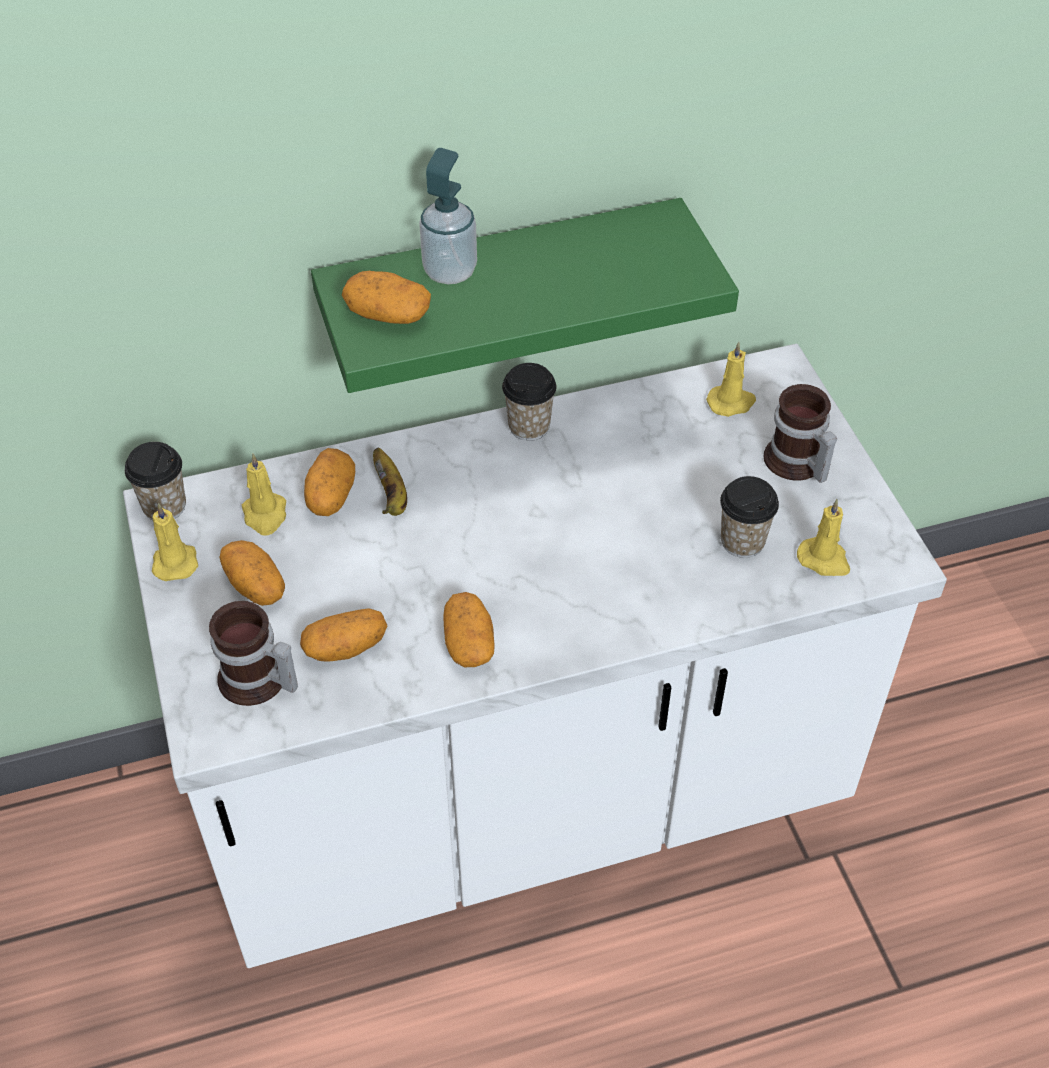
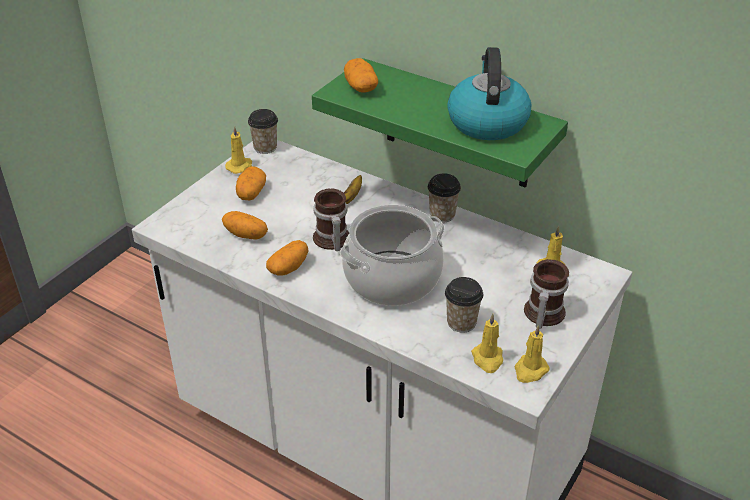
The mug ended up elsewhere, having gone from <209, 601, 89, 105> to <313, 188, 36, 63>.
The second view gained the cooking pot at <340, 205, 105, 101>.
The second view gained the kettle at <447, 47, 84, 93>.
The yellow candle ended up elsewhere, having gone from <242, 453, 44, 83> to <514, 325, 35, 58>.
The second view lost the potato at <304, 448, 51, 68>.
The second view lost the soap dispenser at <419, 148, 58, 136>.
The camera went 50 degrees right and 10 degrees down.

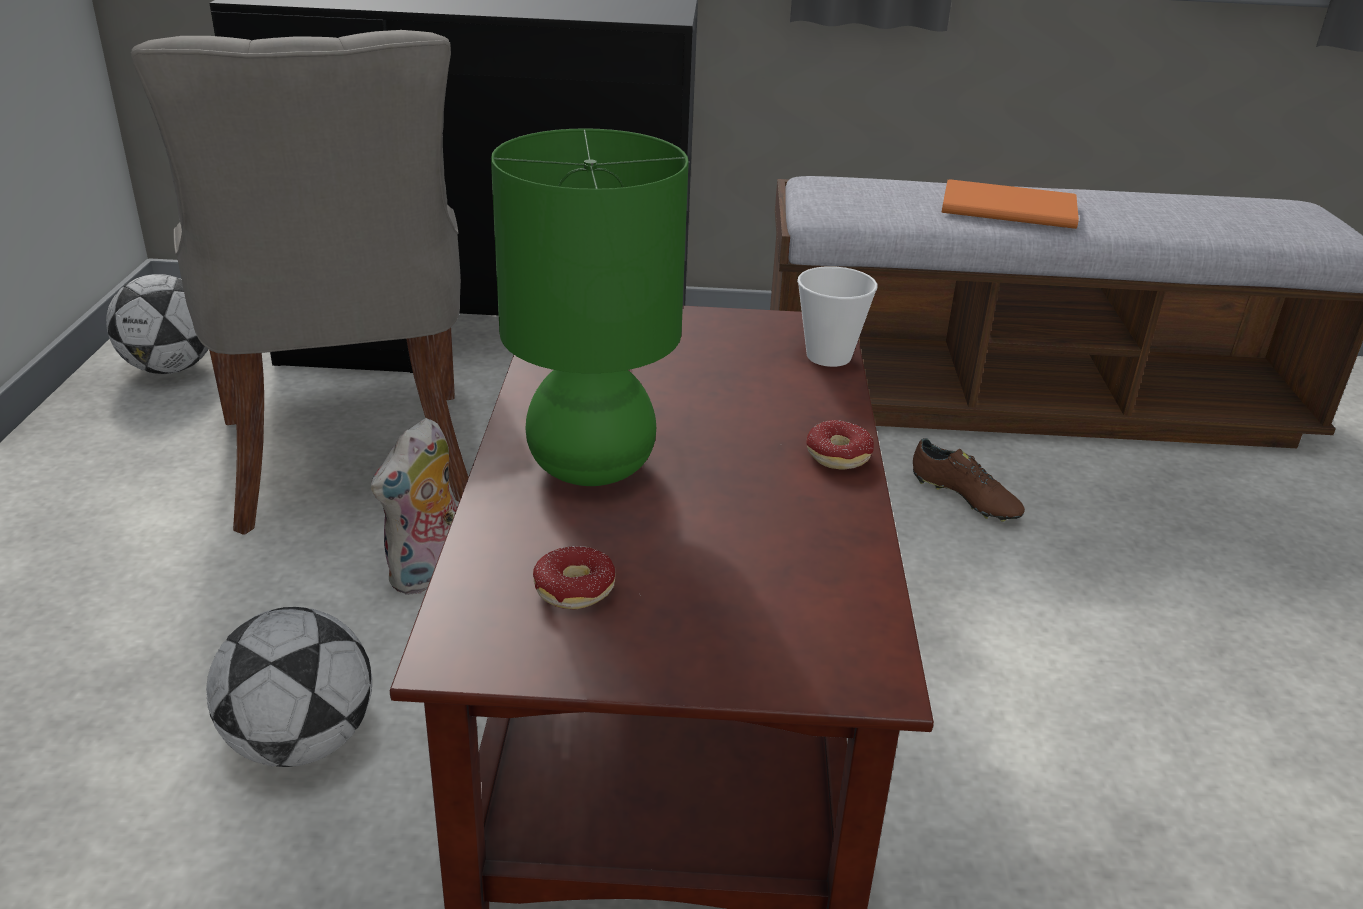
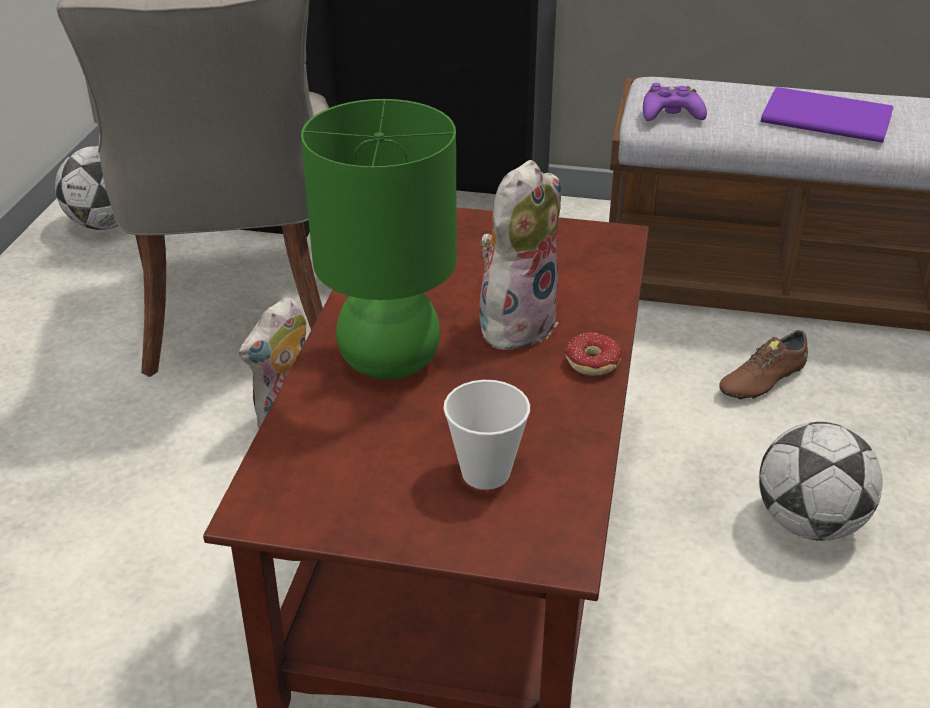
The cup ended up elsewhere, having gone from <797, 266, 81, 101> to <443, 380, 87, 110>.
The second view gained the plush toy at <479, 160, 82, 190>.
The second view gained the purple game controller at <643, 83, 64, 38>.
The brown shoe at <913, 438, 112, 84> ended up facing another way, 90 degrees clockwise from before.
The football ended up elsewhere, having gone from <206, 607, 166, 160> to <759, 422, 124, 119>.
What was the orange book at <941, 179, 138, 50> turned into the purple book at <761, 87, 133, 56>.
The second view lost the donut at <533, 546, 82, 63>.
The camera went 10 degrees right and 5 degrees up.

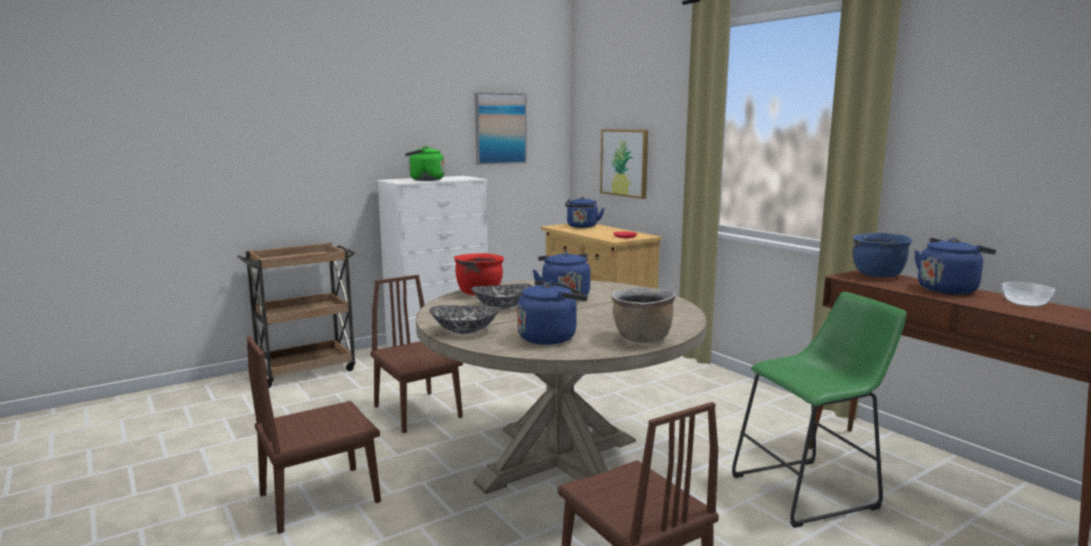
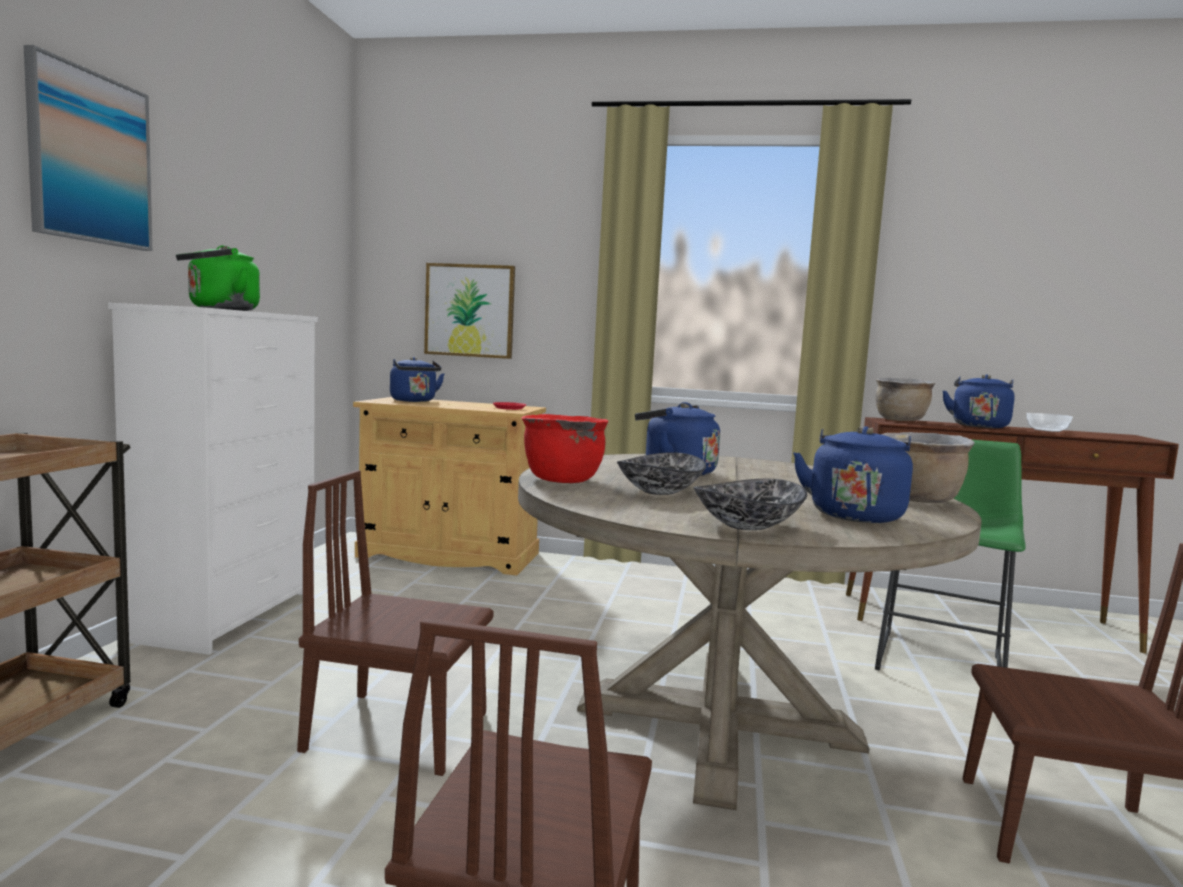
The picture ended up elsewhere, having gone from <475, 92, 52, 73> to <24, 45, 128, 206>.
What was the blue cooking pot at <853, 233, 60, 44> turned into the brown cooking pot at <875, 378, 60, 43>.
The camera went 45 degrees left and 5 degrees down.

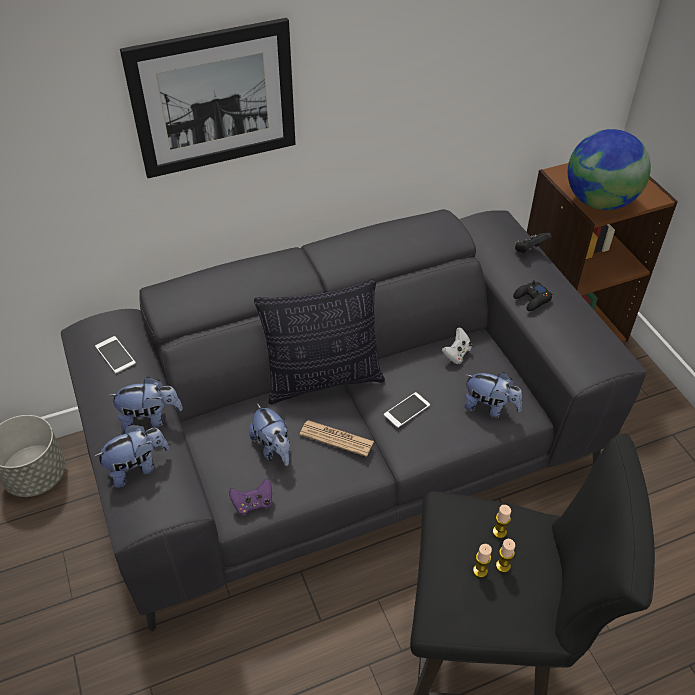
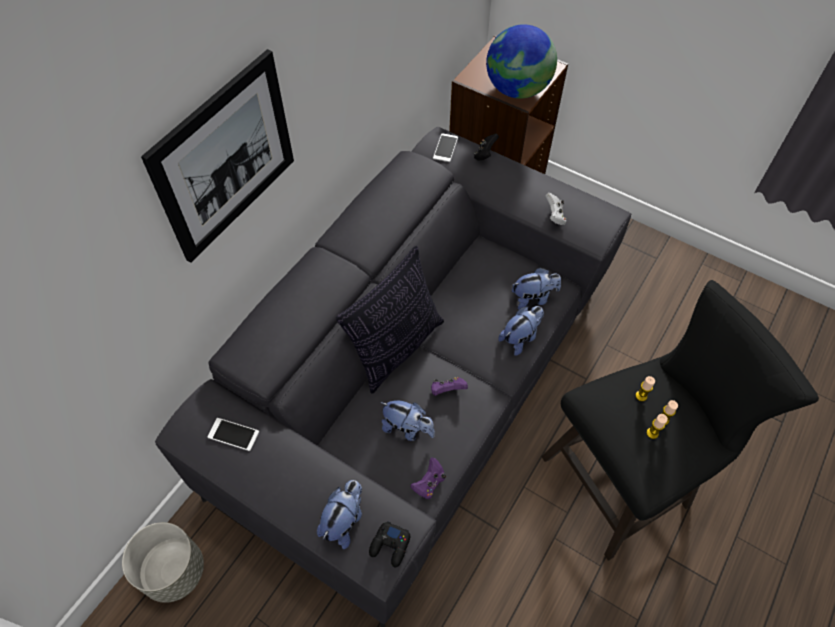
The black game controller ended up elsewhere, having gone from <513, 280, 40, 31> to <369, 521, 41, 46>.
Where the newspaper stood at <300, 420, 74, 37>, the purple game controller came to stand at <431, 377, 37, 19>.
The phone ended up elsewhere, having gone from <384, 392, 46, 36> to <433, 133, 25, 29>.
The plush toy ended up elsewhere, having gone from <108, 377, 75, 54> to <498, 306, 46, 50>.
The white game controller ended up elsewhere, having gone from <442, 327, 31, 37> to <545, 193, 21, 32>.
The camera went 35 degrees left and 10 degrees up.

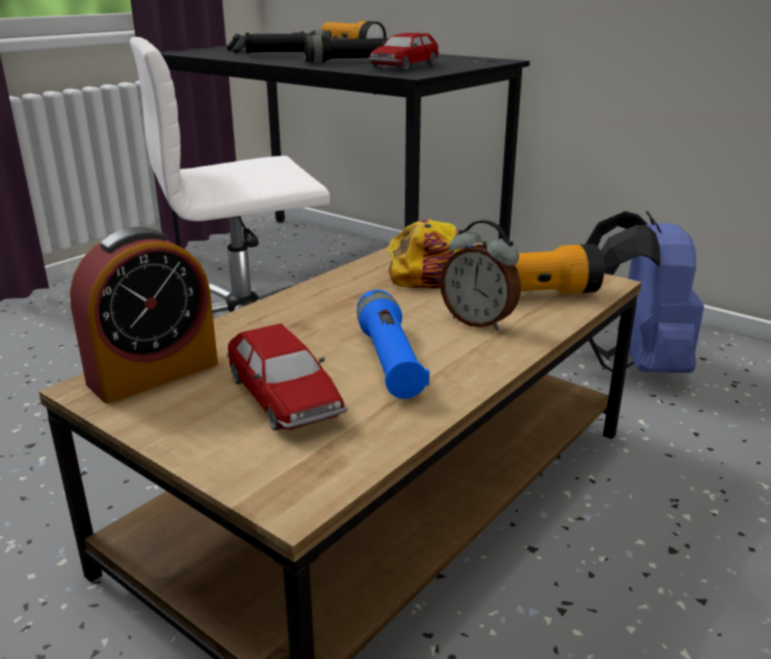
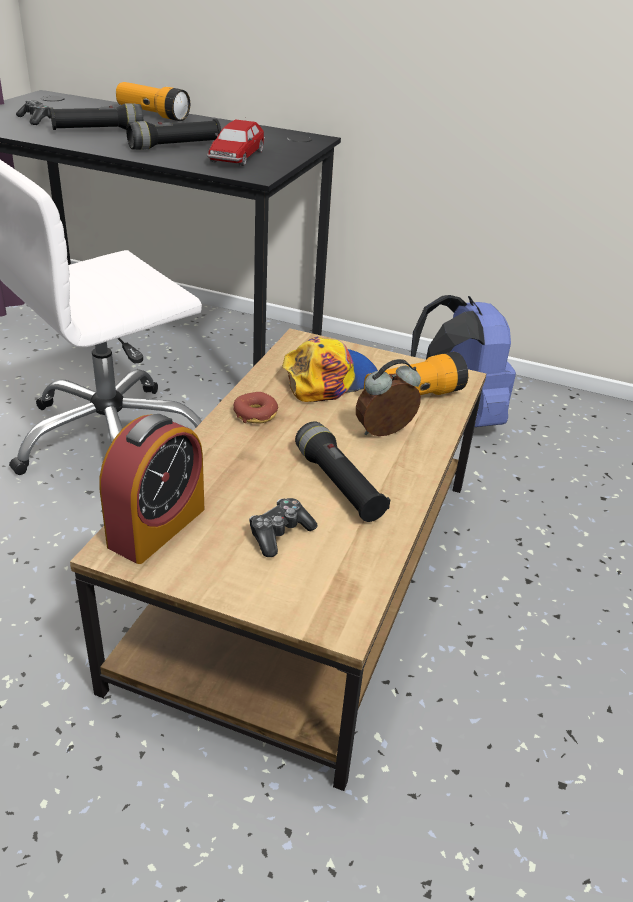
The second view gained the donut at <233, 392, 45, 31>.
Where the toy car stood at <226, 321, 122, 110>, the game controller came to stand at <249, 498, 68, 59>.
What was the blue flashlight at <357, 290, 73, 109> turned into the black flashlight at <295, 421, 96, 101>.
The alarm clock at <440, 220, 81, 111> ended up facing another way, 135 degrees clockwise from before.
The camera went 20 degrees left and 10 degrees up.

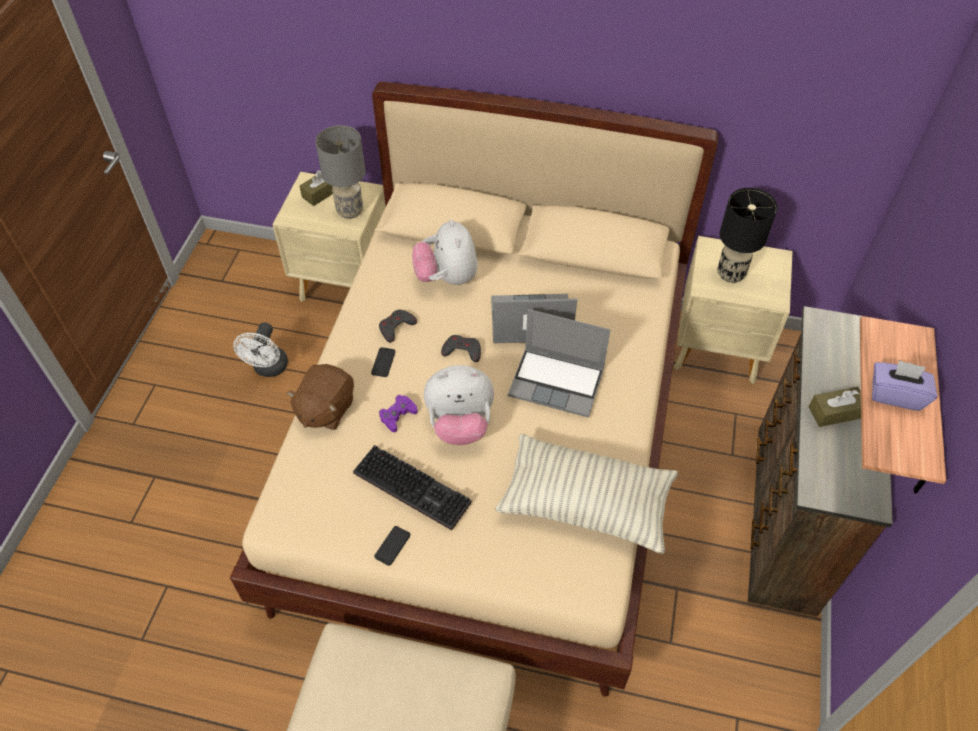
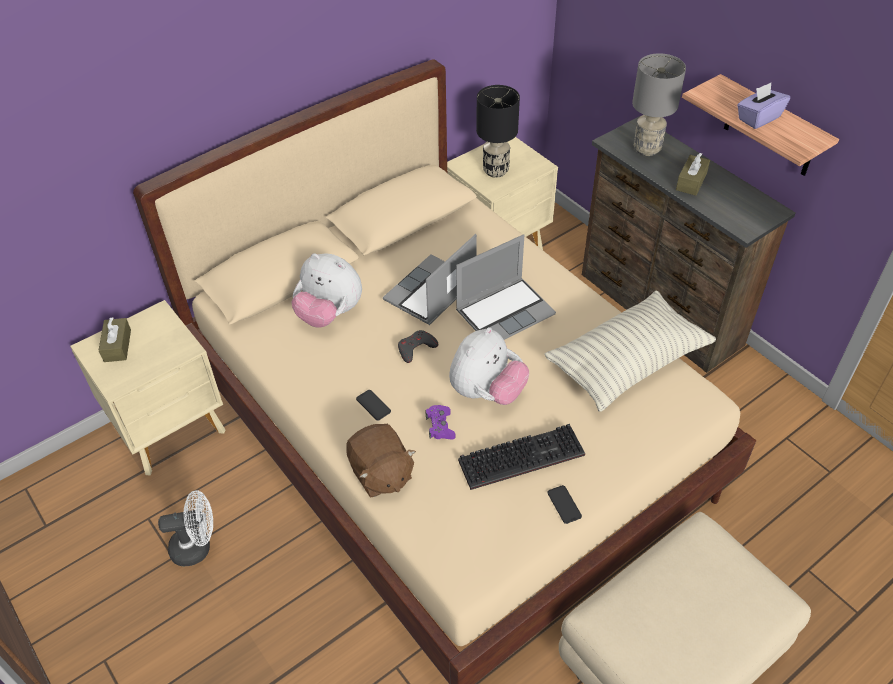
The white fan at <233, 322, 55, 55> ended up facing another way, 60 degrees counterclockwise from before.
The grey table lamp ended up elsewhere, having gone from <315, 125, 50, 94> to <632, 53, 54, 103>.
The second view lost the grey game controller at <379, 310, 38, 33>.
The camera went 50 degrees left and 5 degrees down.

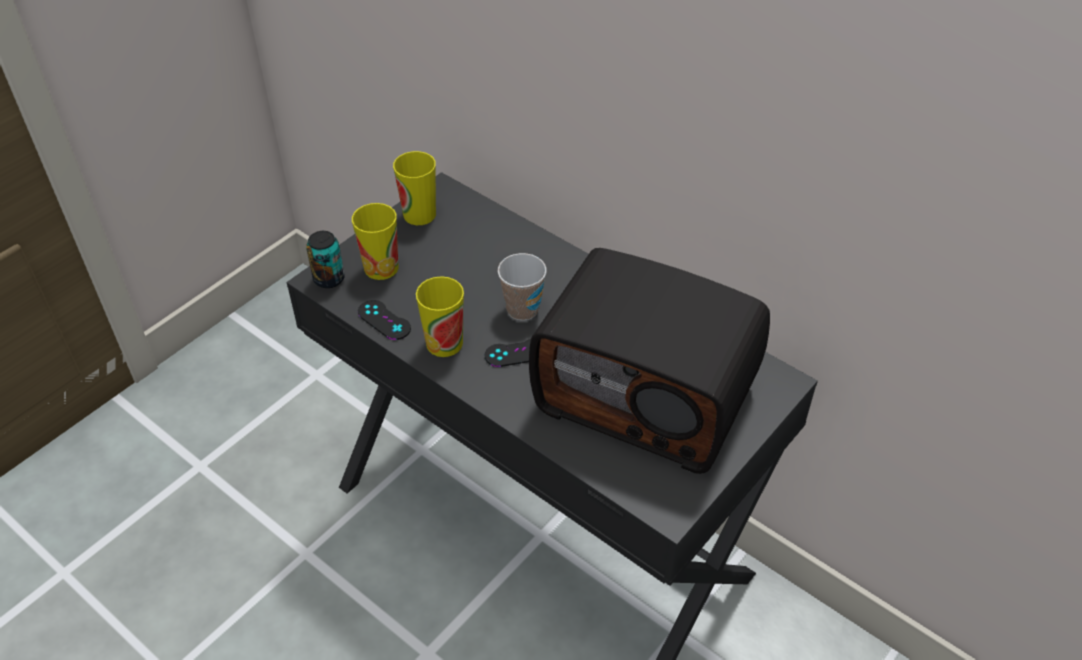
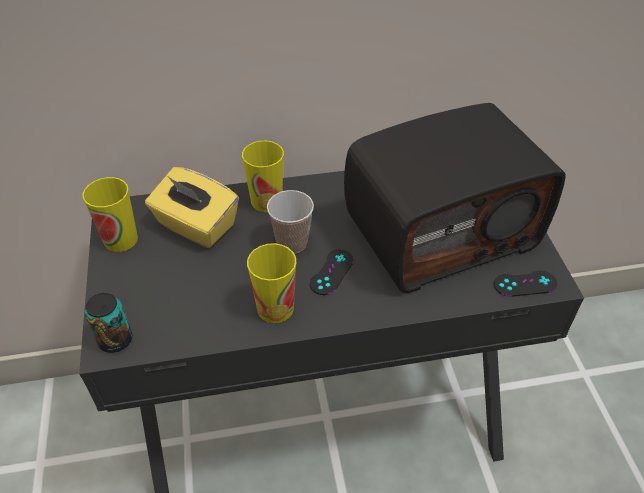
The second view gained the yellow tissue box at <145, 167, 94, 81>.
The cup ended up elsewhere, having gone from <352, 203, 47, 77> to <242, 141, 42, 71>.
The black game controller ended up elsewhere, having gone from <358, 300, 53, 40> to <494, 271, 63, 26>.
The camera went 50 degrees left and 0 degrees up.

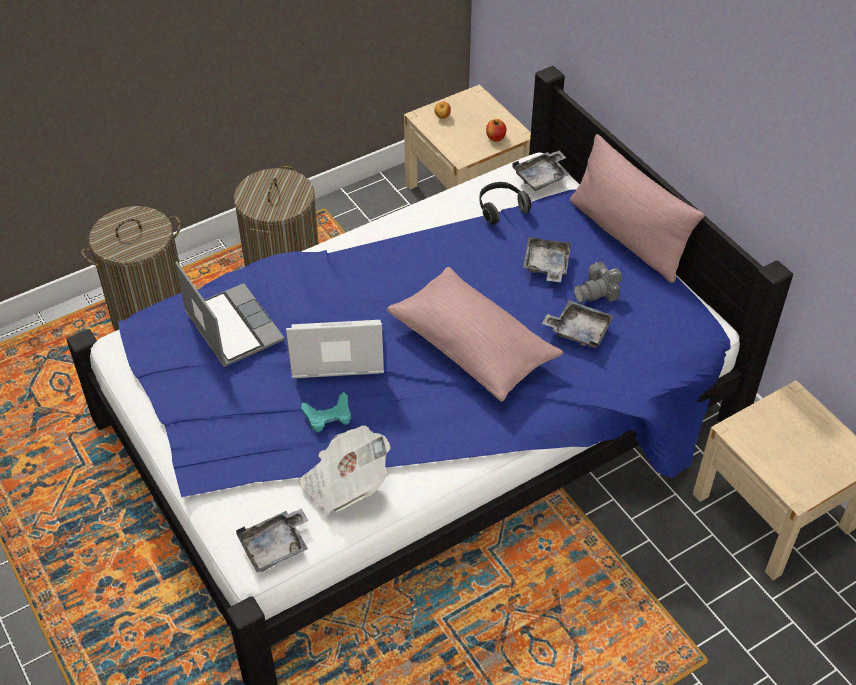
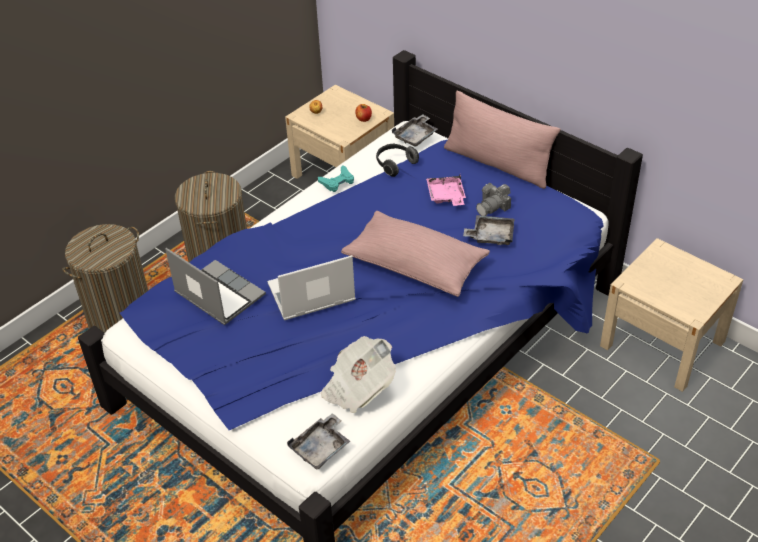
The turquoise game controller ended up elsewhere, having gone from <301, 392, 50, 40> to <318, 165, 36, 27>.
What was the grey tray at <523, 237, 48, 45> turned into the pink tray at <426, 175, 40, 31>.
The camera went 15 degrees left and 5 degrees down.

